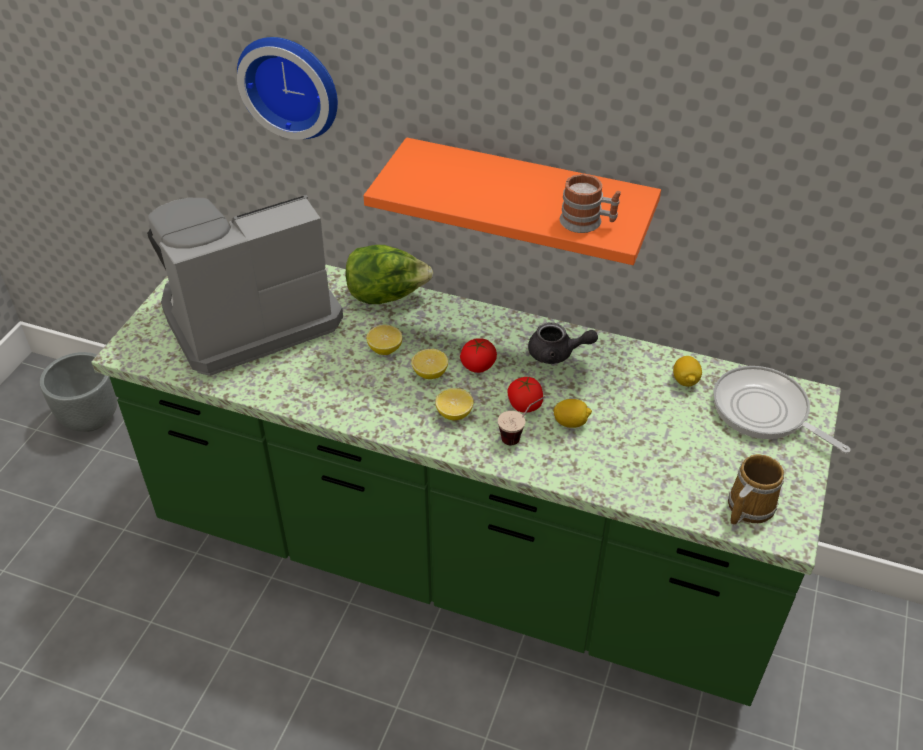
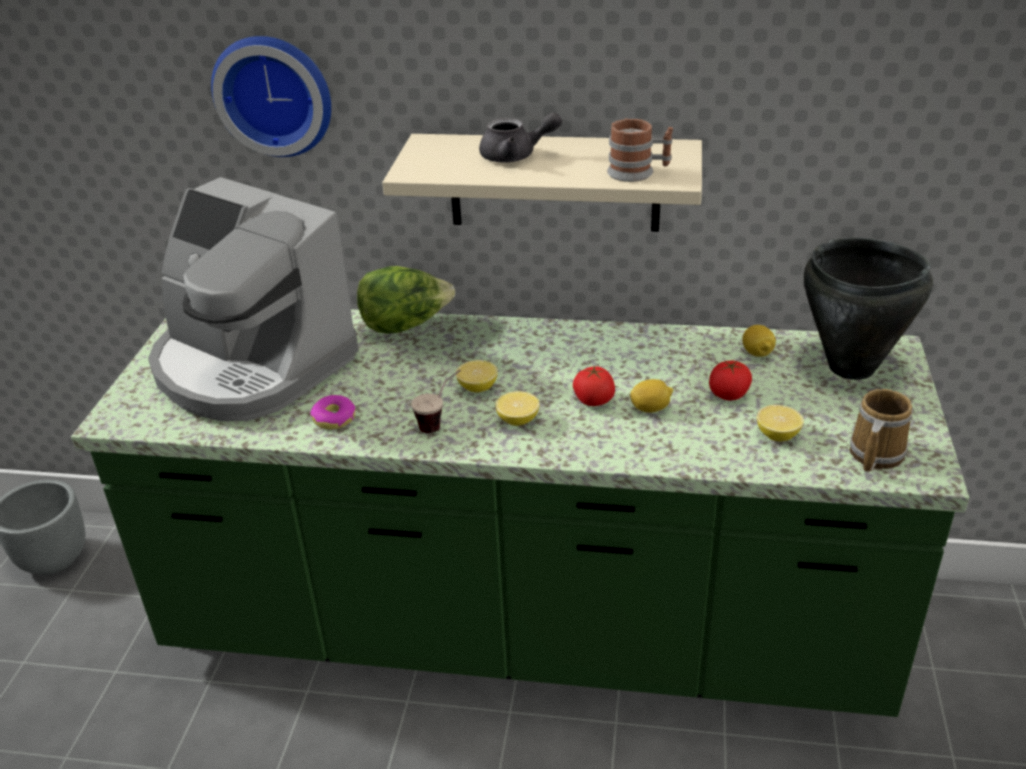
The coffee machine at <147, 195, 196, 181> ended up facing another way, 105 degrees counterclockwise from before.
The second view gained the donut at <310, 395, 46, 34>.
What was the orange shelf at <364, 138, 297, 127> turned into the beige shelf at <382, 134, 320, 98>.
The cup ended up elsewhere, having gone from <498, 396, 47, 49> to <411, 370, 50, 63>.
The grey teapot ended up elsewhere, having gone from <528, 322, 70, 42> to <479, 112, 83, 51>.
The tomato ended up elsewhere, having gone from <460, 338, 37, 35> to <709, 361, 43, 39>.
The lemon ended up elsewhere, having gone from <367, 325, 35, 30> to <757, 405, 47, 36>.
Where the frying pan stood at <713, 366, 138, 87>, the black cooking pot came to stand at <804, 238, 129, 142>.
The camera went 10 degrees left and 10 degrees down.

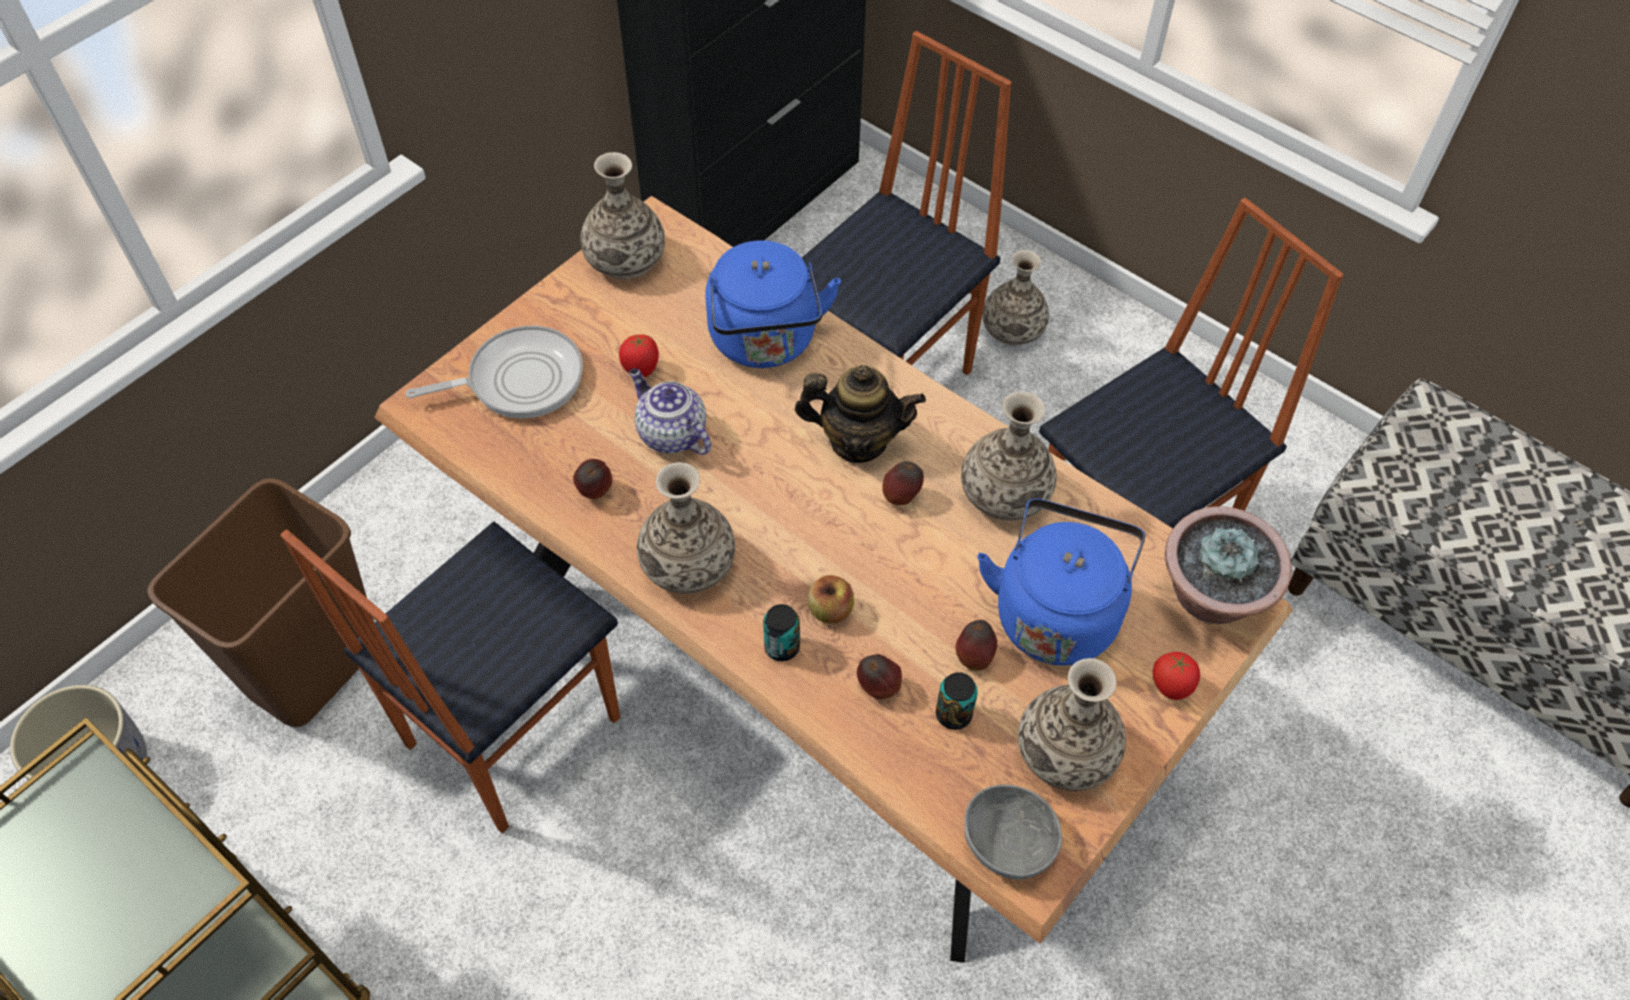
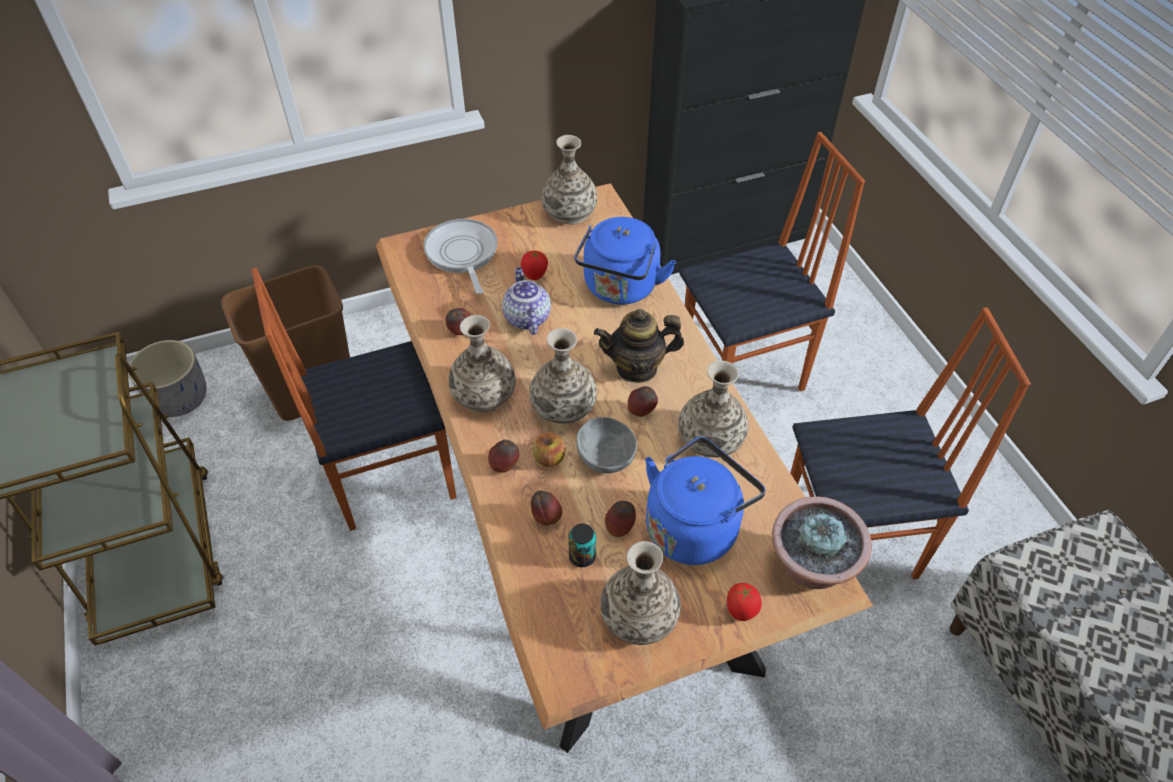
The frying pan at <406, 326, 177, 92> ended up facing another way, 120 degrees counterclockwise from before.
Where the can stood at <763, 604, 37, 57>, the apple came to stand at <488, 440, 31, 33>.
The vase ended up elsewhere, having gone from <982, 250, 67, 96> to <529, 328, 68, 96>.
The grey bowl ended up elsewhere, having gone from <964, 785, 98, 95> to <576, 417, 61, 57>.
The teapot at <795, 365, 131, 98> ended up facing another way, 135 degrees clockwise from before.
The camera went 30 degrees right and 5 degrees down.

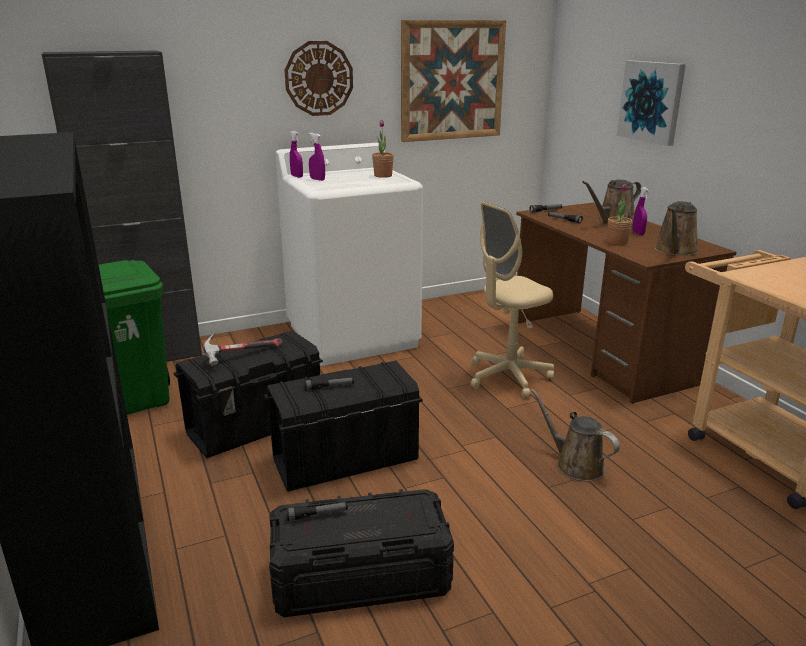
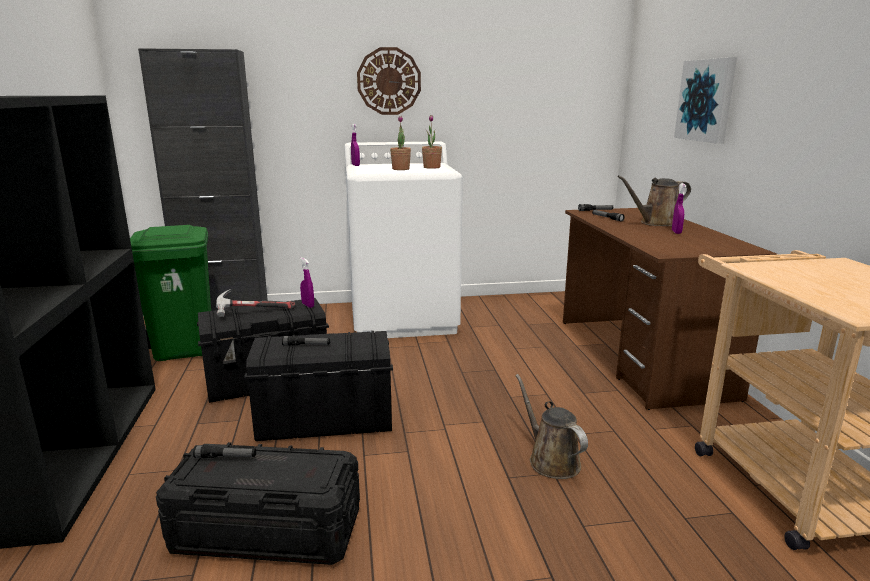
The purple spray bottle ended up elsewhere, having gone from <309, 133, 16, 48> to <300, 257, 14, 51>.
The potted plant ended up elsewhere, having gone from <607, 184, 25, 61> to <390, 116, 21, 54>.
The second view lost the picture at <401, 20, 105, 122>.
The second view lost the beige office chair at <470, 201, 84, 197>.
The second view lost the brown watering can at <654, 201, 45, 55>.
The camera went 15 degrees right and 5 degrees down.

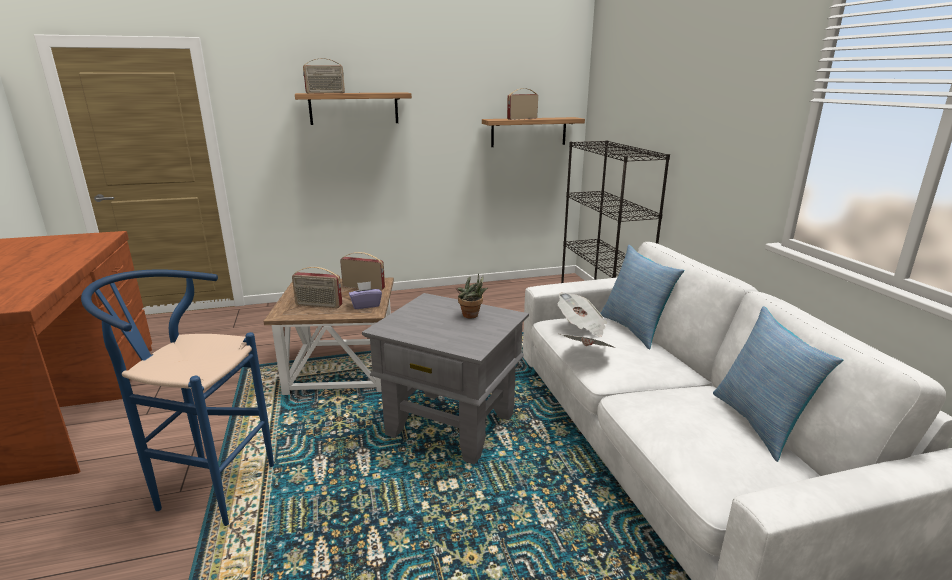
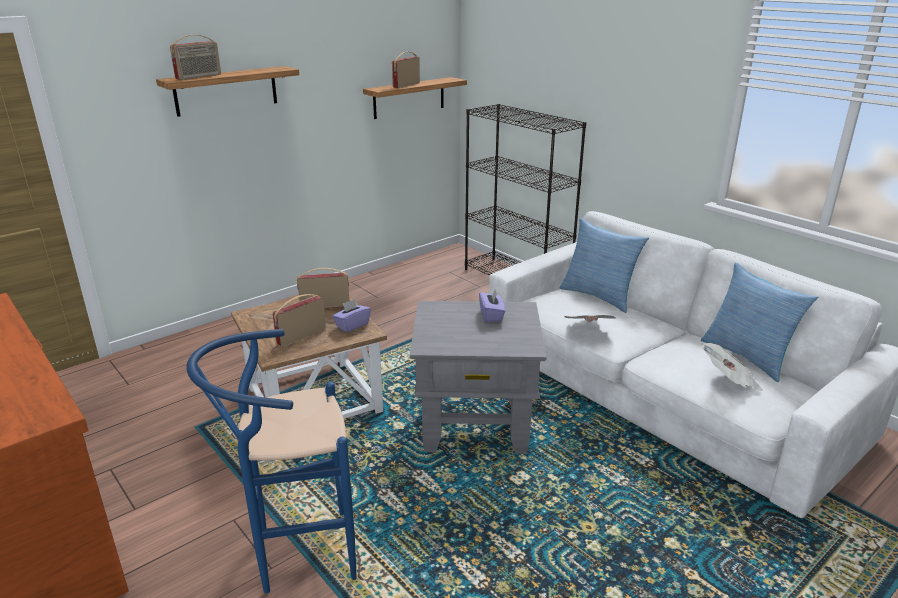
The radio at <292, 267, 50, 41> ended up facing another way, 150 degrees clockwise from before.
Where the potted plant stood at <457, 274, 31, 44>, the purple tissue box came to stand at <479, 288, 27, 34>.
The newspaper ended up elsewhere, having gone from <557, 292, 50, 45> to <701, 343, 61, 48>.
The camera went 25 degrees left and 5 degrees up.

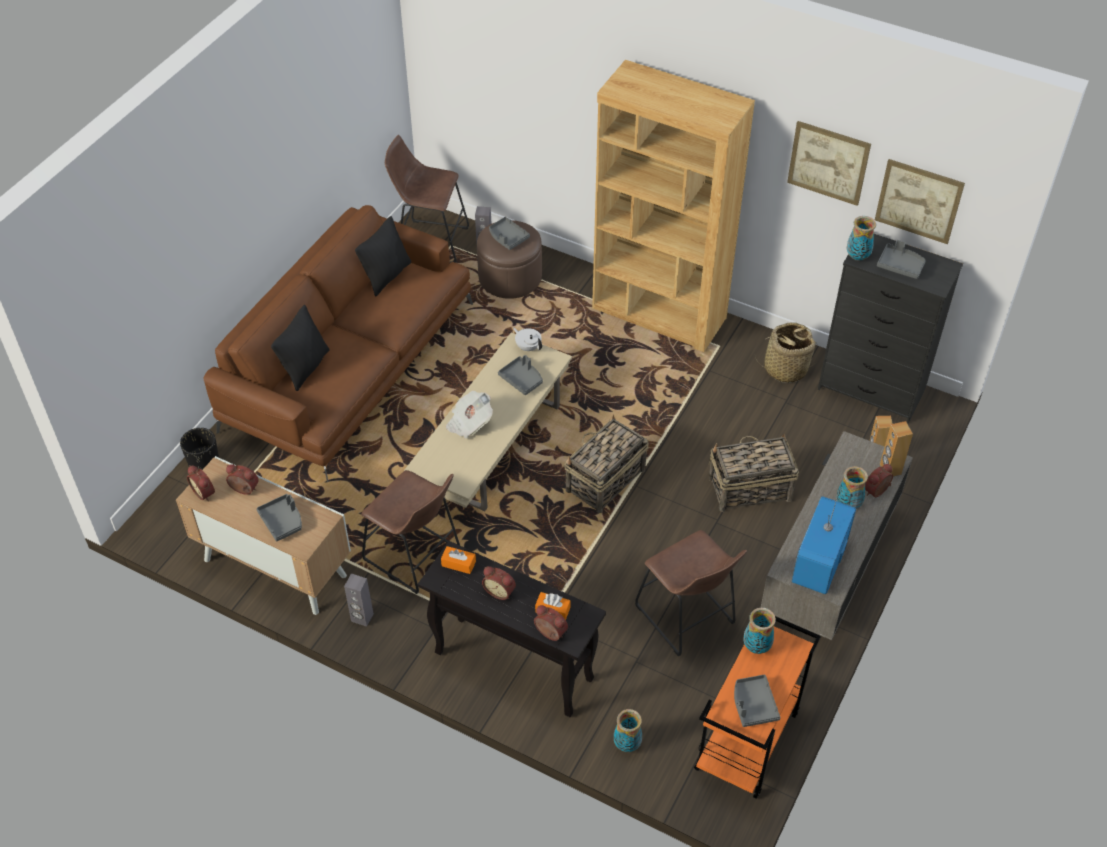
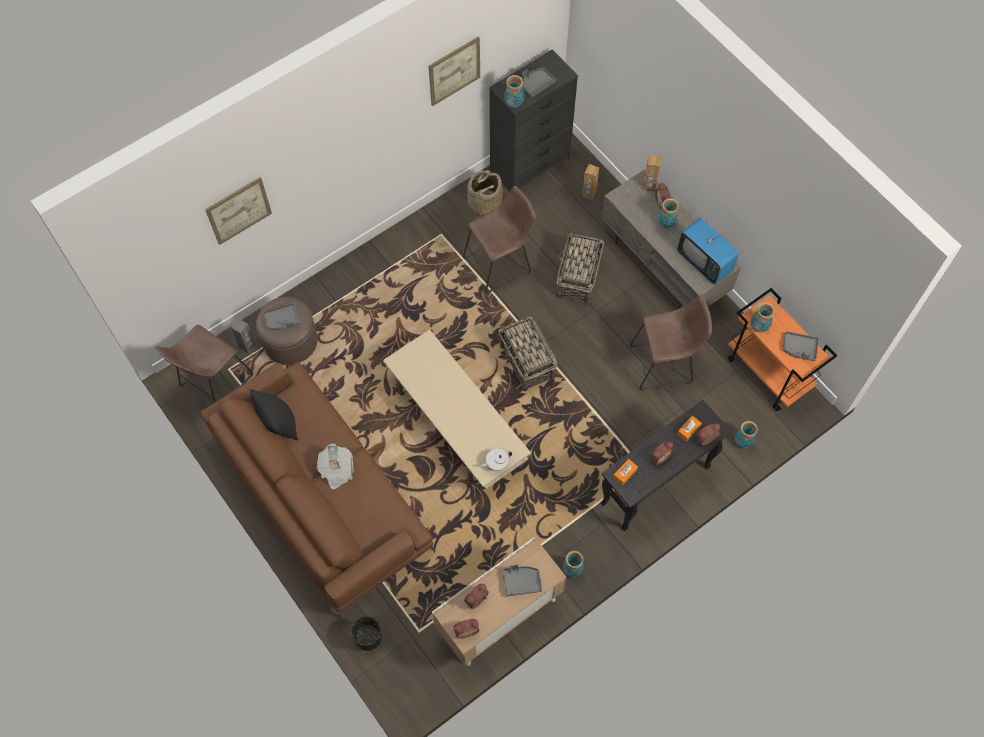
The picture ended up elsewhere, having gone from <875, 159, 90, 85> to <205, 177, 67, 68>.
The newspaper ended up elsewhere, having gone from <446, 391, 47, 48> to <317, 444, 37, 45>.
The brown stool ended up elsewhere, having gone from <361, 470, 99, 124> to <463, 186, 73, 108>.
The white teapot ended up elsewhere, having gone from <513, 328, 29, 23> to <480, 449, 32, 22>.
Where the grey speaker stood at <344, 574, 30, 53>, the vase came to stand at <563, 551, 21, 26>.
The second view lost the black pillow at <271, 305, 59, 86>.
The second view lost the grey tray at <498, 355, 45, 40>.
The second view lost the brown bookcase at <592, 60, 163, 292>.
The camera went 65 degrees left and 15 degrees up.

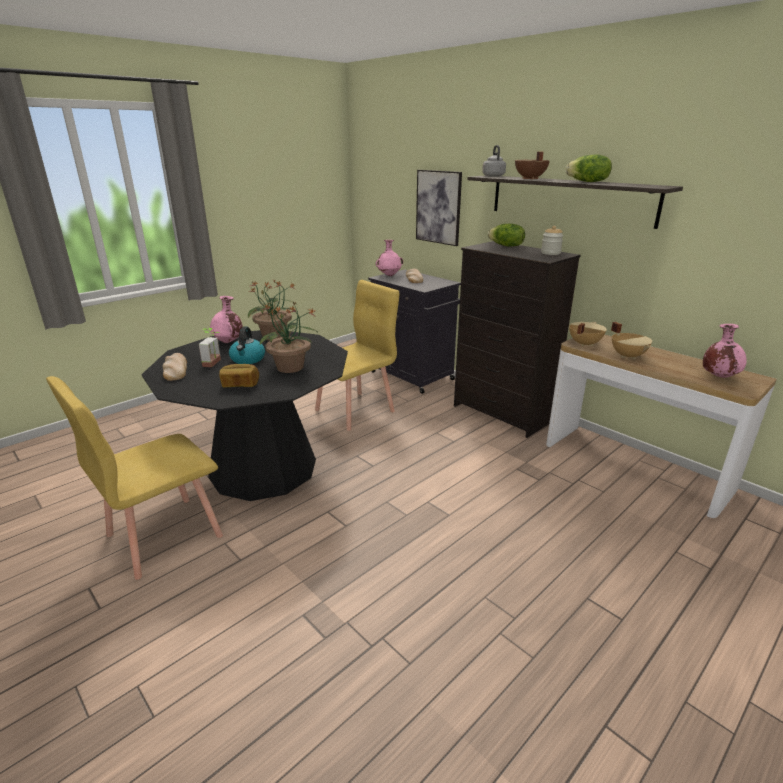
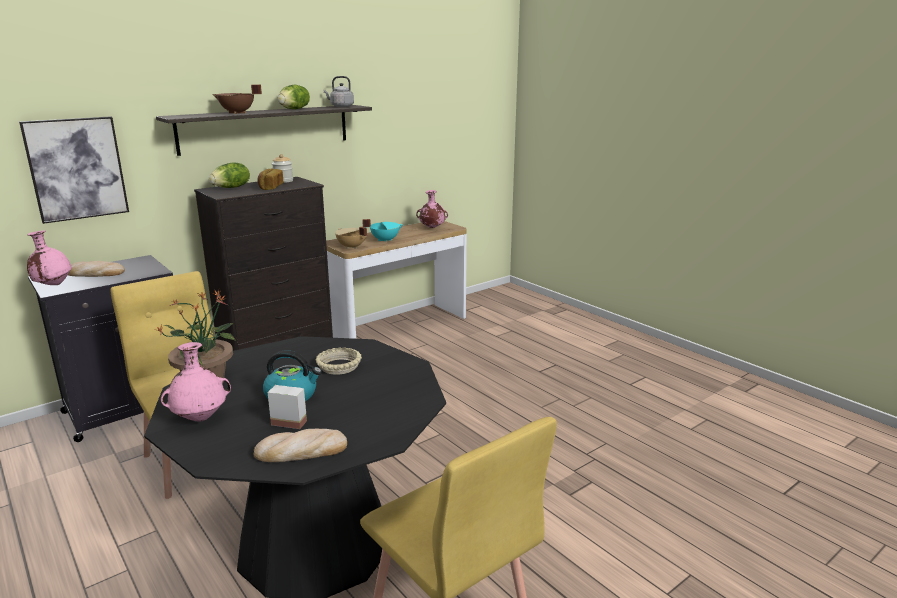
The bread ended up elsewhere, having gone from <219, 364, 40, 24> to <257, 169, 26, 21>.
Where the potted plant stood at <260, 303, 58, 70>, the beige bowl came to stand at <316, 347, 46, 28>.
The grey kettle ended up elsewhere, having gone from <482, 145, 24, 32> to <324, 76, 30, 31>.
What was the beige cooking pot at <611, 322, 41, 37> turned into the turquoise cooking pot at <362, 219, 42, 23>.
The camera went 85 degrees left and 5 degrees down.

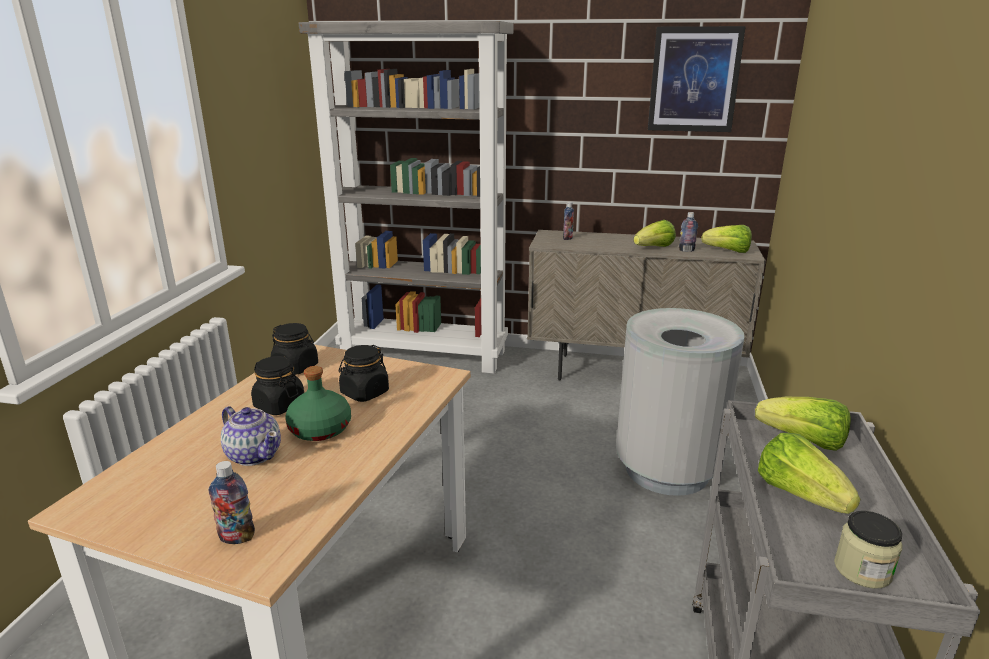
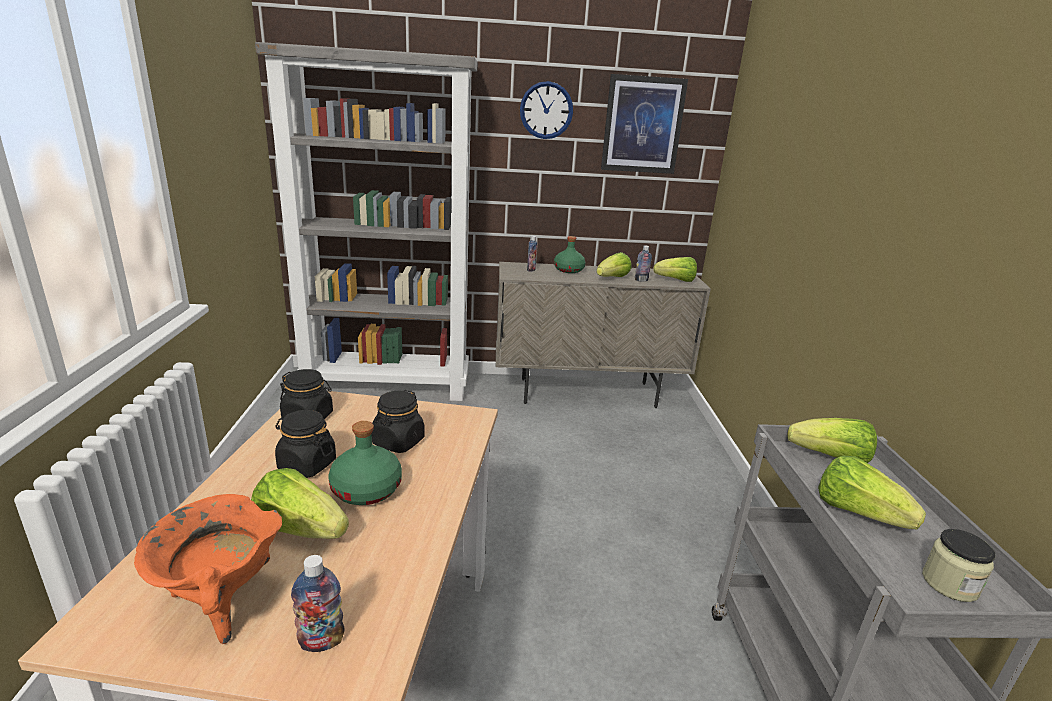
The second view gained the orange cooking pot at <134, 494, 148, 150>.
Where the teapot stood at <221, 406, 60, 60>, the lettuce came to stand at <251, 468, 98, 71>.
The second view gained the wall clock at <520, 81, 53, 58>.
The second view gained the green bottle at <554, 236, 32, 37>.
The second view lost the grey trash can at <616, 308, 129, 188>.
The camera went 15 degrees left and 0 degrees up.

